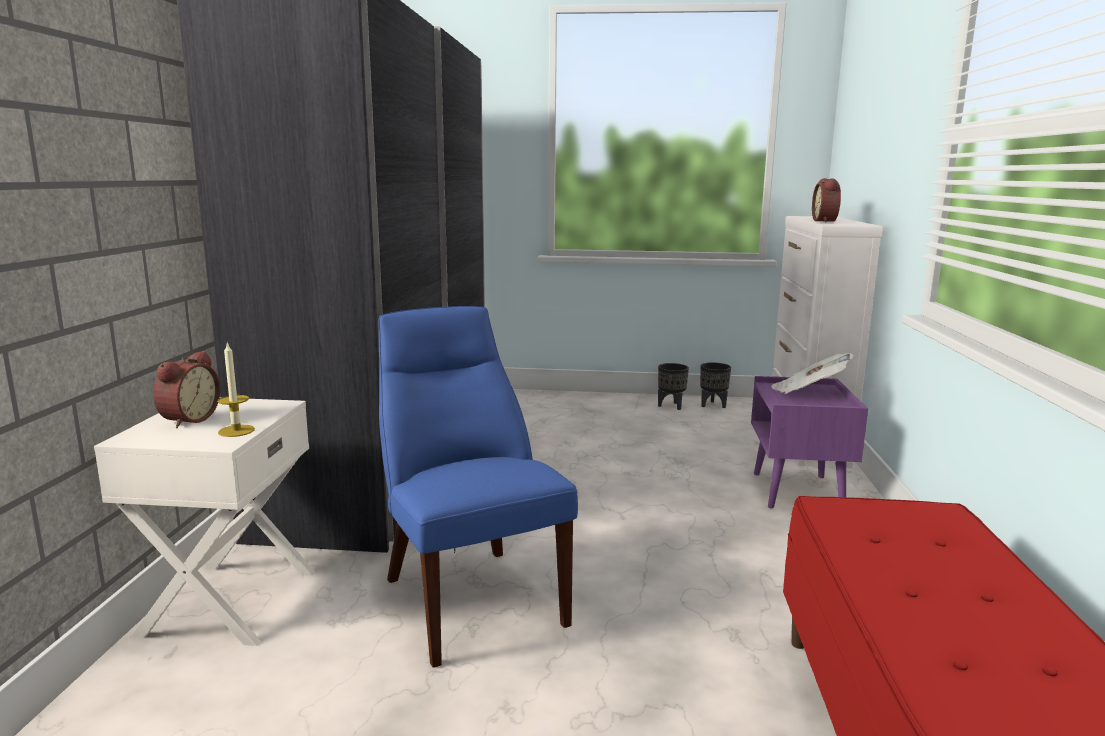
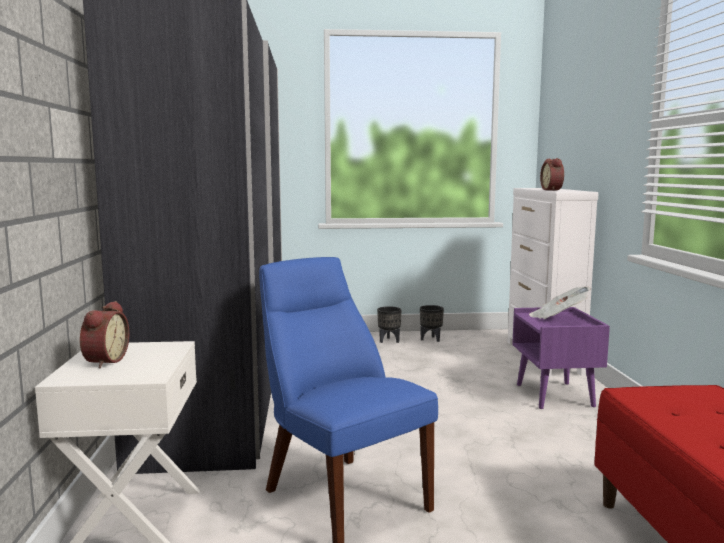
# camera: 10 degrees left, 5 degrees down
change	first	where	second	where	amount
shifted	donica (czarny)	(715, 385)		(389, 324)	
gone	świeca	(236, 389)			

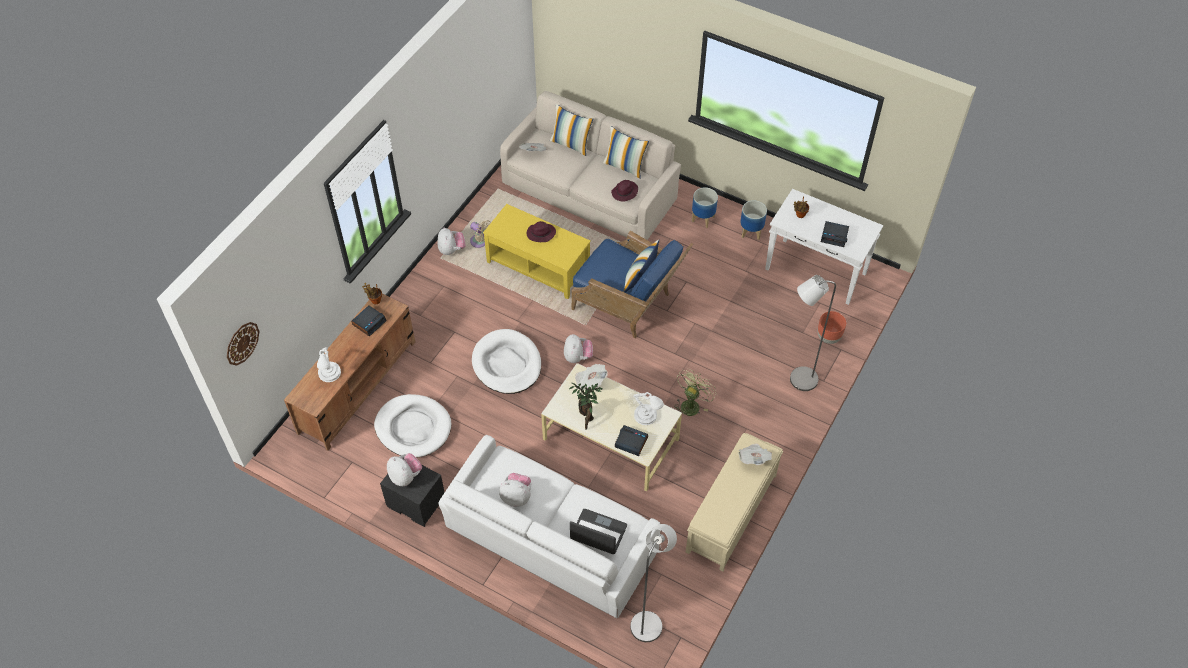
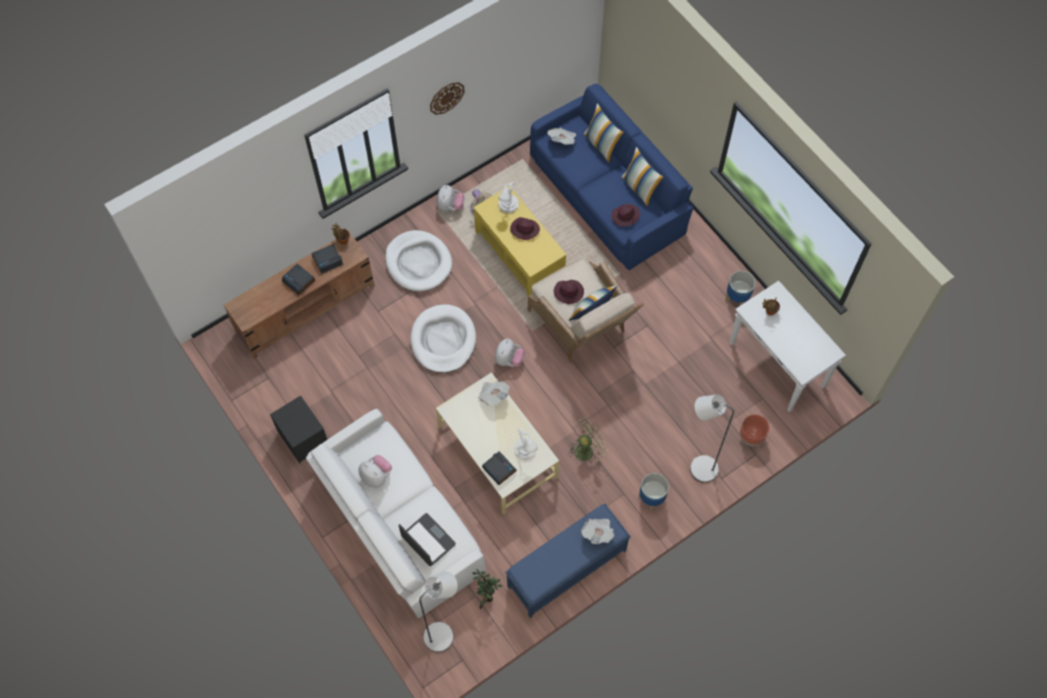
# camera: 25 degrees right, 10 degrees up
change	first	where	second	where	amount
shifted	budzik	(835, 234)		(298, 279)	
shifted	legowisko (biały)	(412, 426)		(418, 261)	
shifted	zegar ścienny	(243, 344)		(447, 98)	
shifted	roślina doniczkowa	(586, 406)		(487, 589)	
shifted	lampa stołowa (biały)	(329, 364)		(508, 197)	
repainted	ławka (beżowy)	(734, 502)	ławka (niebieski)	(568, 561)	
repainted	fotel (niebieski)	(632, 284)	fotel (beżowy)	(586, 310)	
repainted	kanapa (beżowy)	(590, 165)	kanapa (niebieski)	(611, 177)	
new			kapelusz (fioletowy)	(569, 292)	
shifted	donica	(705, 207)		(653, 492)	
gone	pluszak	(404, 469)			

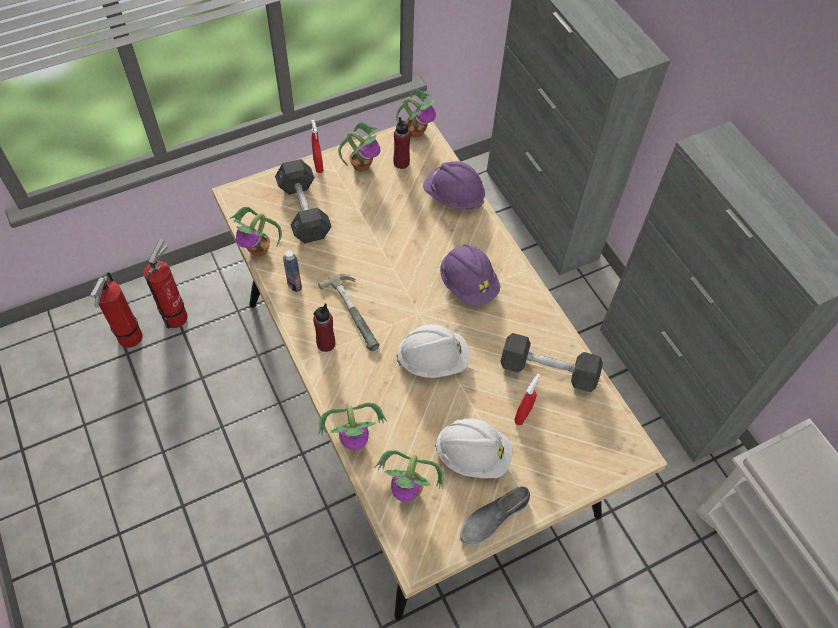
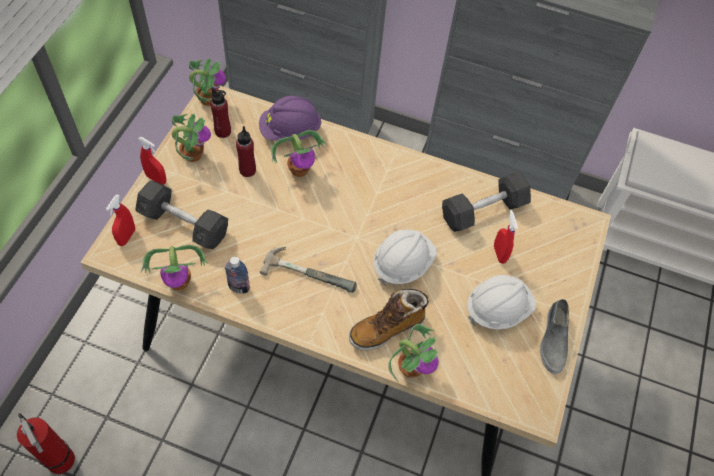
# camera: 45 degrees left, 0 degrees up
change	first	where	second	where	amount
new			spryskiwacz (czerwony)	(120, 220)	
shifted	butelka (czerwony)	(324, 327)		(246, 151)	
shifted	roślina doniczkowa	(409, 476)		(299, 153)	
new			but z cholewką	(389, 319)	
gone	gaśnica	(166, 284)			
gone	kask (fioletowy)	(470, 275)			

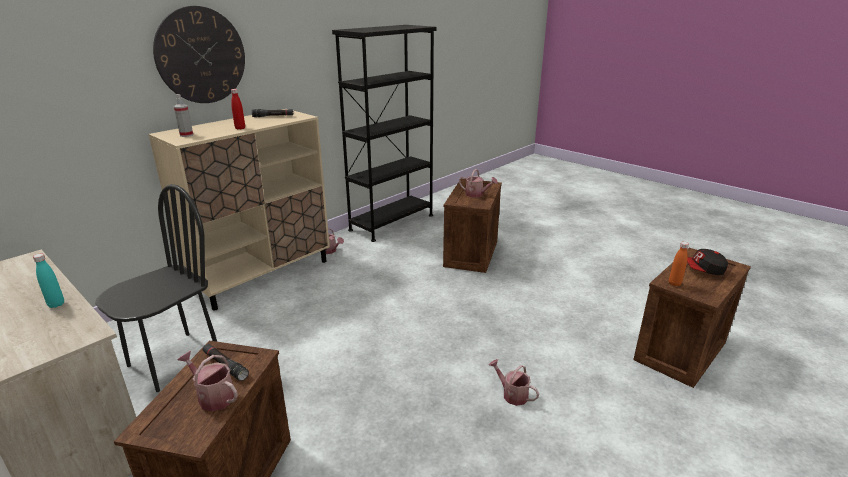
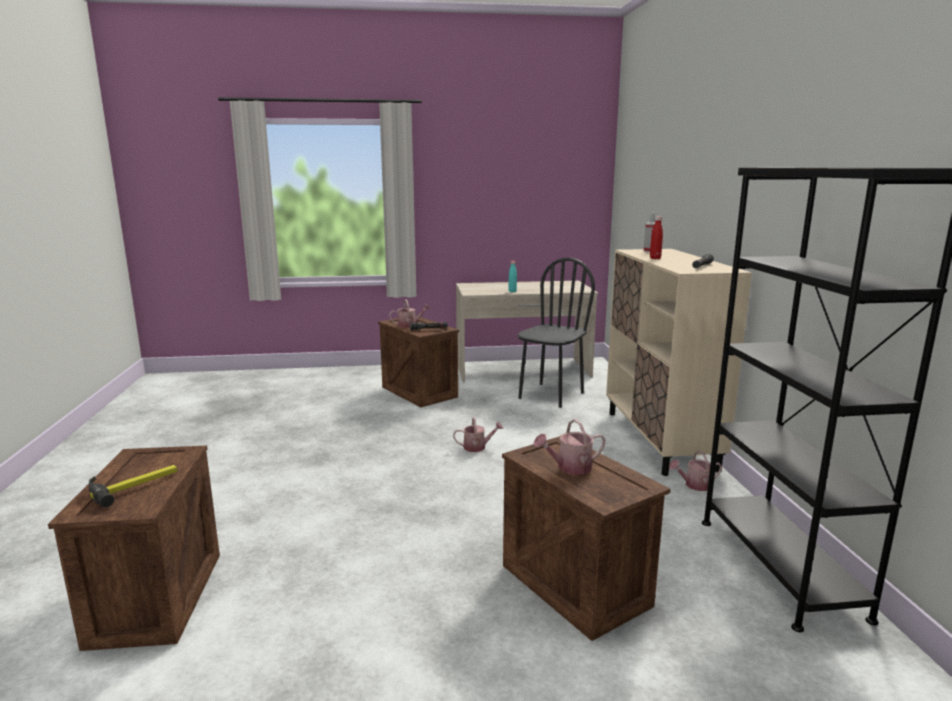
# camera: 130 degrees right, 10 degrees down
change	first	where	second	where	amount
swapped	czapka z daszkiem	(707, 262)	młotek	(133, 486)	
shifted	konewka	(514, 382)		(478, 434)	
rotated	krzesło (czarny)	(156, 288)		(556, 332)	135 degrees counterclockwise
gone	zegar ścienny	(199, 54)			
gone	butelka (pomarańczowy)	(679, 264)			

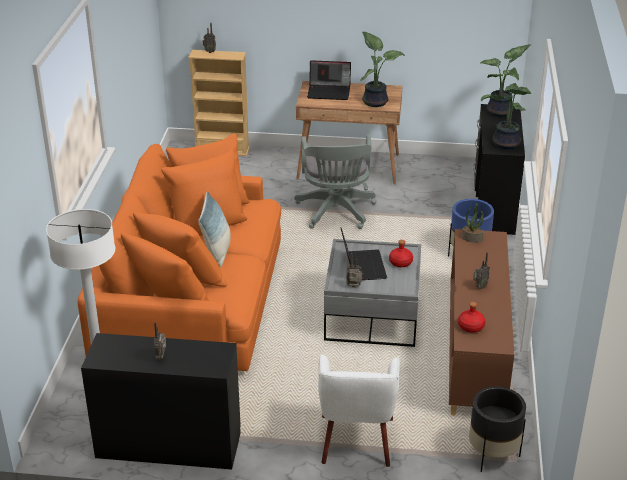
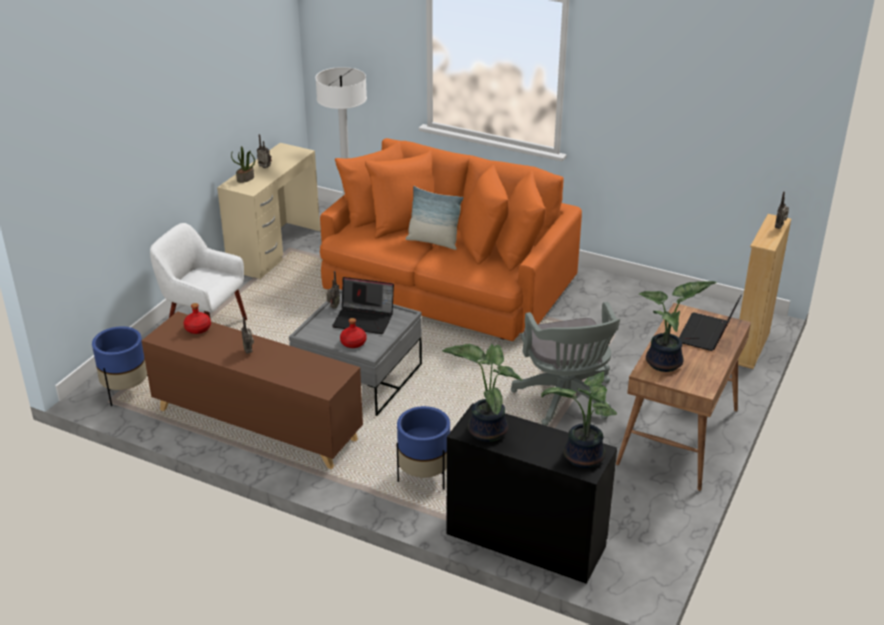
# camera: 110 degrees right, 0 degrees up
change	first	where	second	where	amount
repainted	donica (czarny)	(497, 429)	donica (niebieski)	(120, 366)	
repainted	biurko (czarny)	(161, 401)	biurko (beżowy)	(268, 211)	
shifted	roślina doniczkowa	(473, 223)		(243, 164)	
rotated	krzesło biurowe (szary)	(335, 182)		(565, 364)	120 degrees counterclockwise

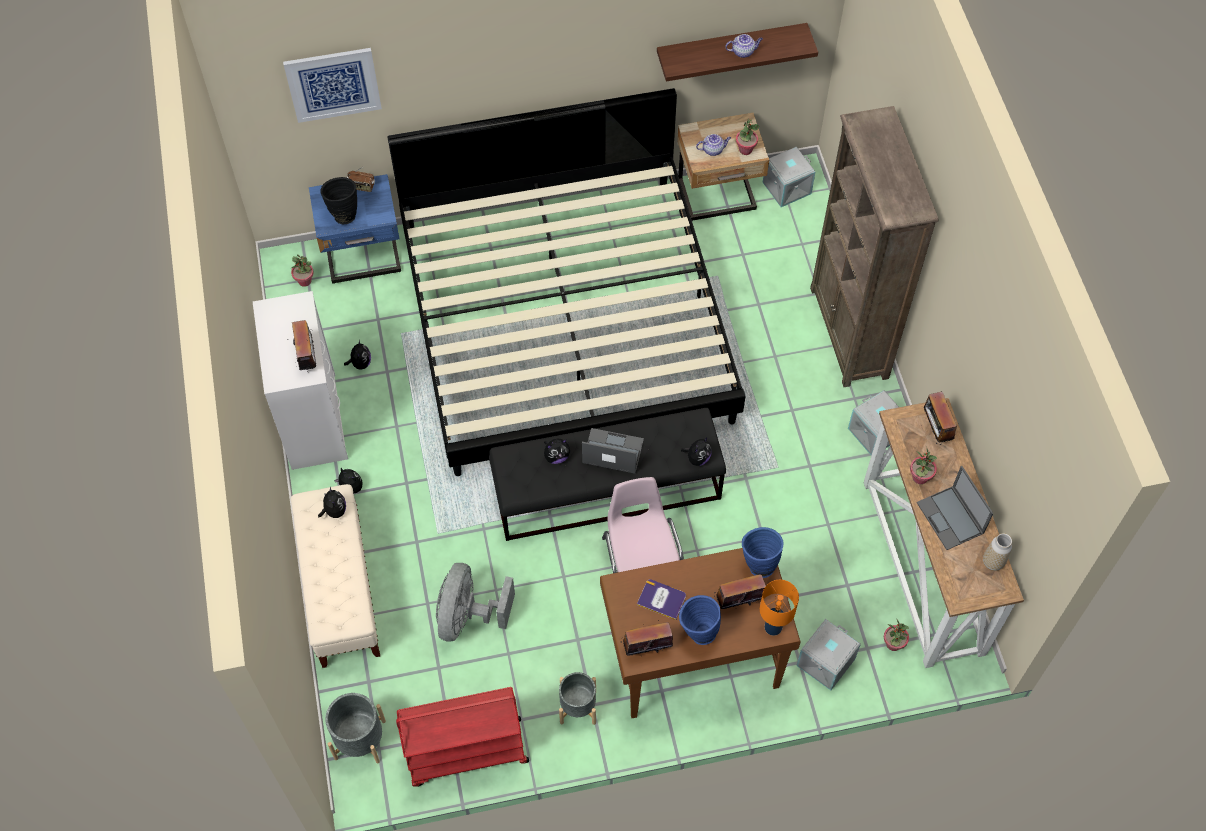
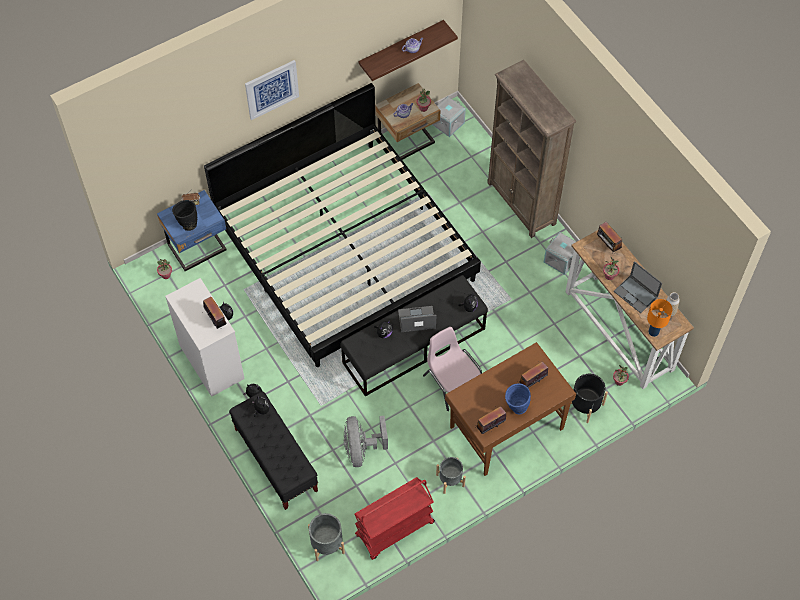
# camera: 20 degrees left, 0 degrees up
change	first	where	second	where	amount
repainted	ławka (beżowy)	(335, 576)	ławka (czarny)	(273, 451)	
shifted	obraz	(332, 85)		(272, 90)	
swapped	pojemnik do przechowywania (szary)	(828, 654)	donica (czarny)	(589, 398)	
shifted	lampa stołowa (pomarańczowy)	(779, 608)		(660, 318)	
gone	książka	(661, 599)			
gone	wazon (niebieski)	(762, 552)			

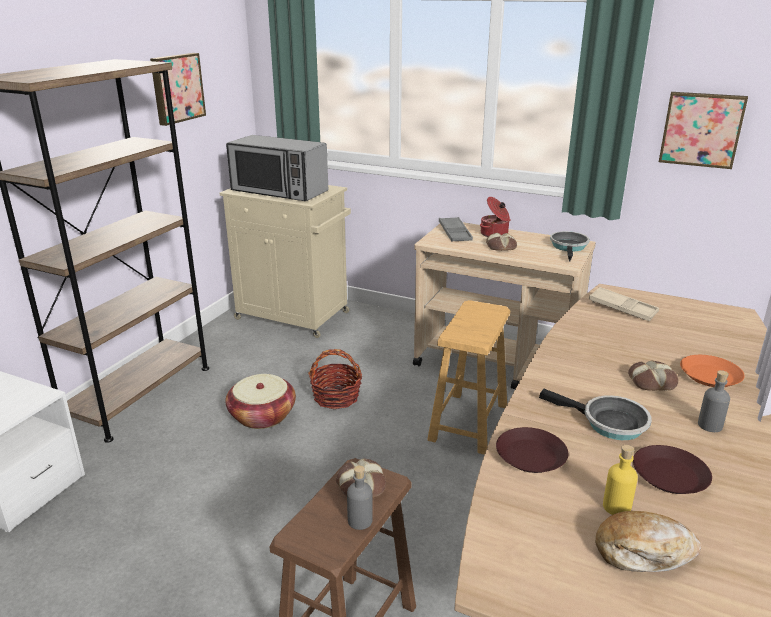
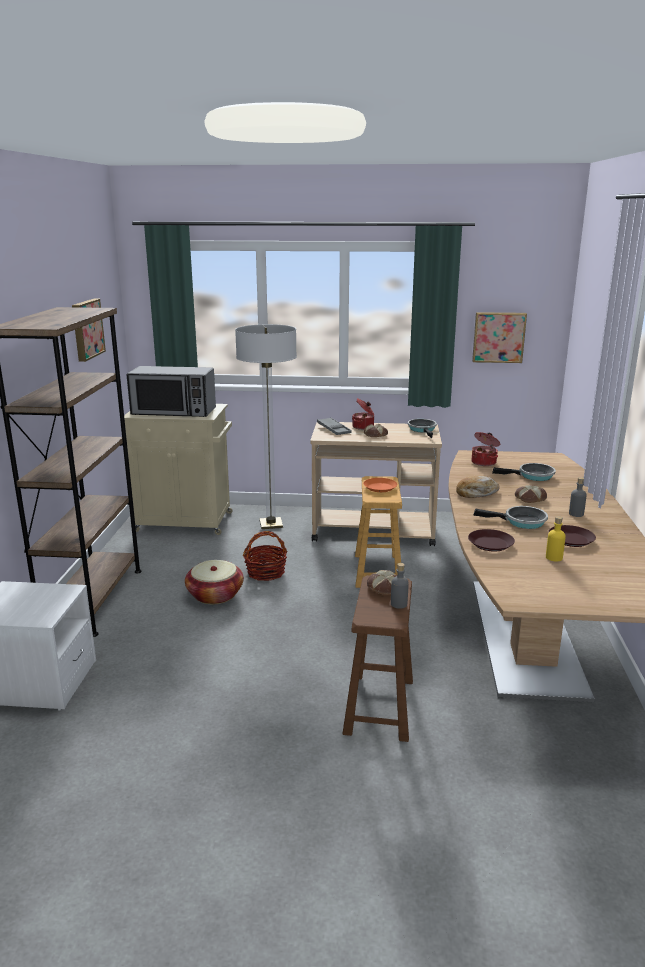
# camera: 20 degrees left, 5 degrees down
change	first	where	second	where	amount
new			lampa stojąca	(266, 426)	
shifted	talerz (pomarańczowy)	(712, 371)		(380, 485)	
shifted	chleb	(648, 541)		(478, 487)	
swapped	taca (beżowy)	(624, 304)	garnek	(485, 449)	
new			patelnia	(524, 472)	

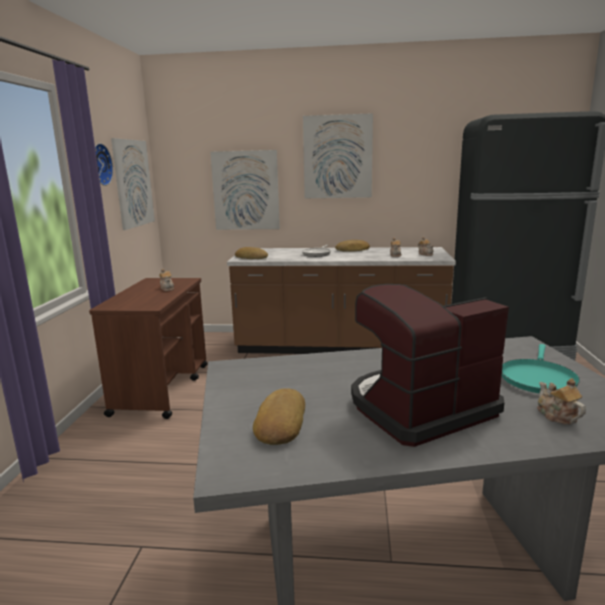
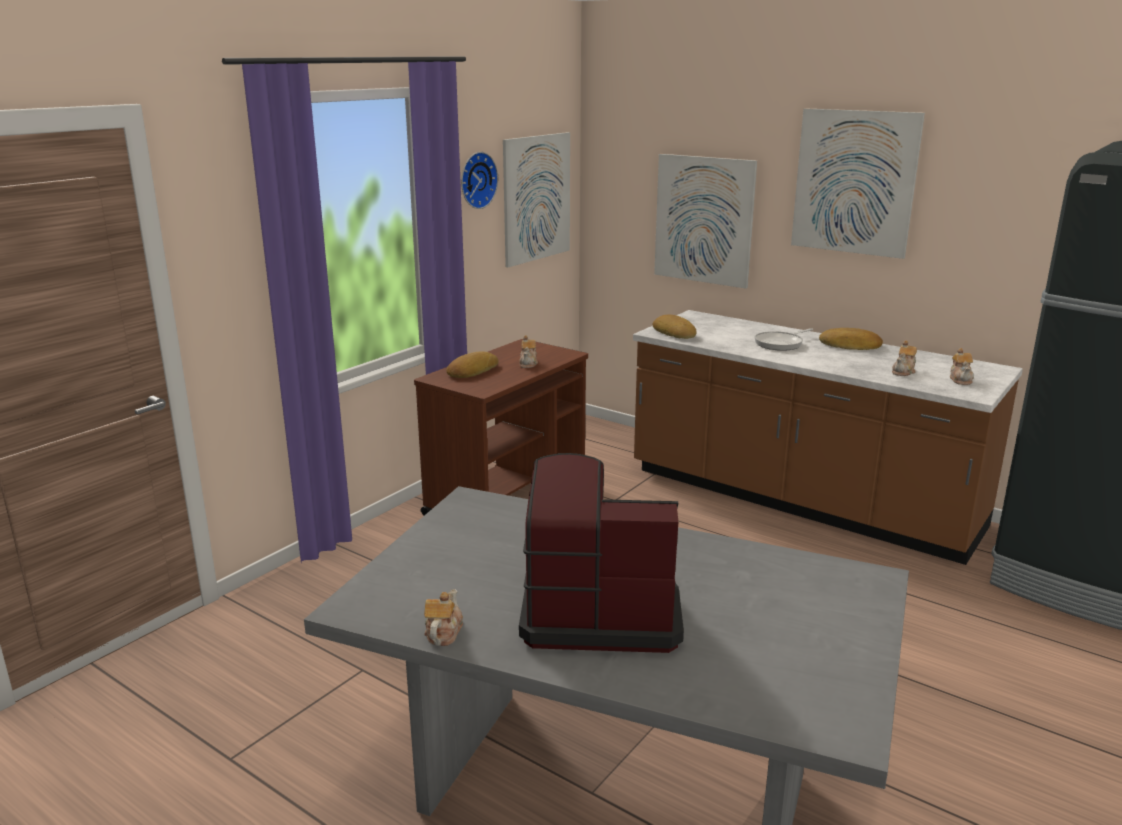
# camera: 30 degrees right, 5 degrees up
change	first	where	second	where	amount
shifted	imbryk	(561, 401)		(443, 617)	
shifted	chleb	(279, 416)		(472, 365)	
gone	patelnia (turkusowy)	(541, 368)			

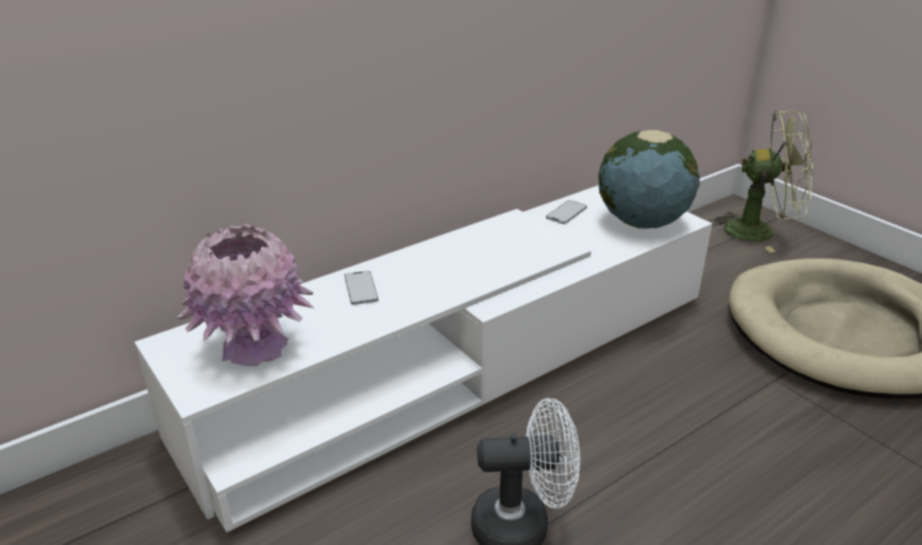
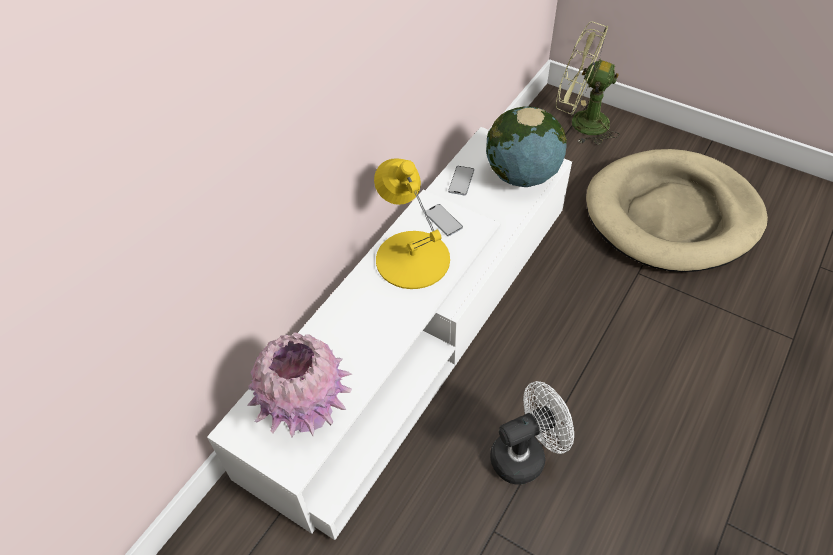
# camera: 20 degrees left, 20 degrees up
change	first	where	second	where	amount
new			lampa stołowa (żółty)	(412, 223)	
shifted	telefon	(361, 288)		(444, 220)	
rotated	wentylator (zielony)	(761, 180)		(588, 83)	150 degrees counterclockwise

